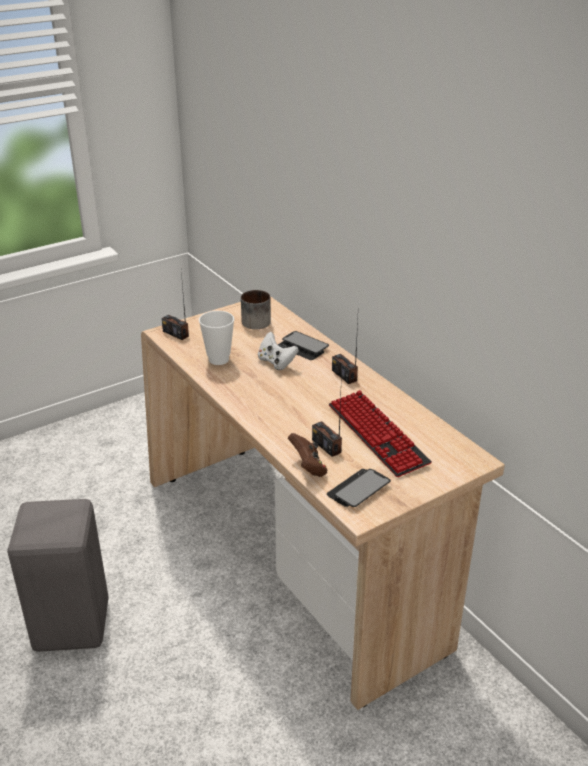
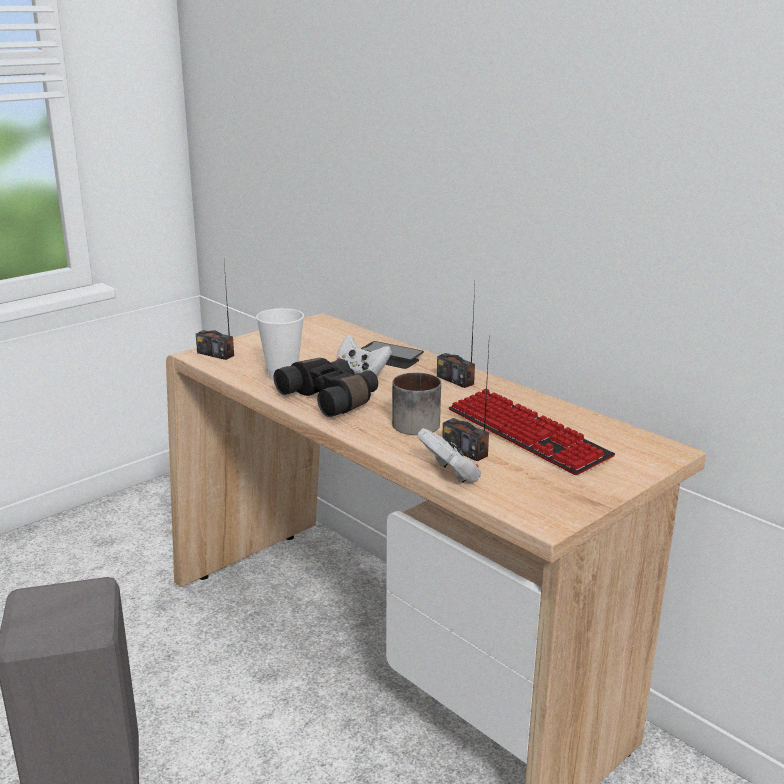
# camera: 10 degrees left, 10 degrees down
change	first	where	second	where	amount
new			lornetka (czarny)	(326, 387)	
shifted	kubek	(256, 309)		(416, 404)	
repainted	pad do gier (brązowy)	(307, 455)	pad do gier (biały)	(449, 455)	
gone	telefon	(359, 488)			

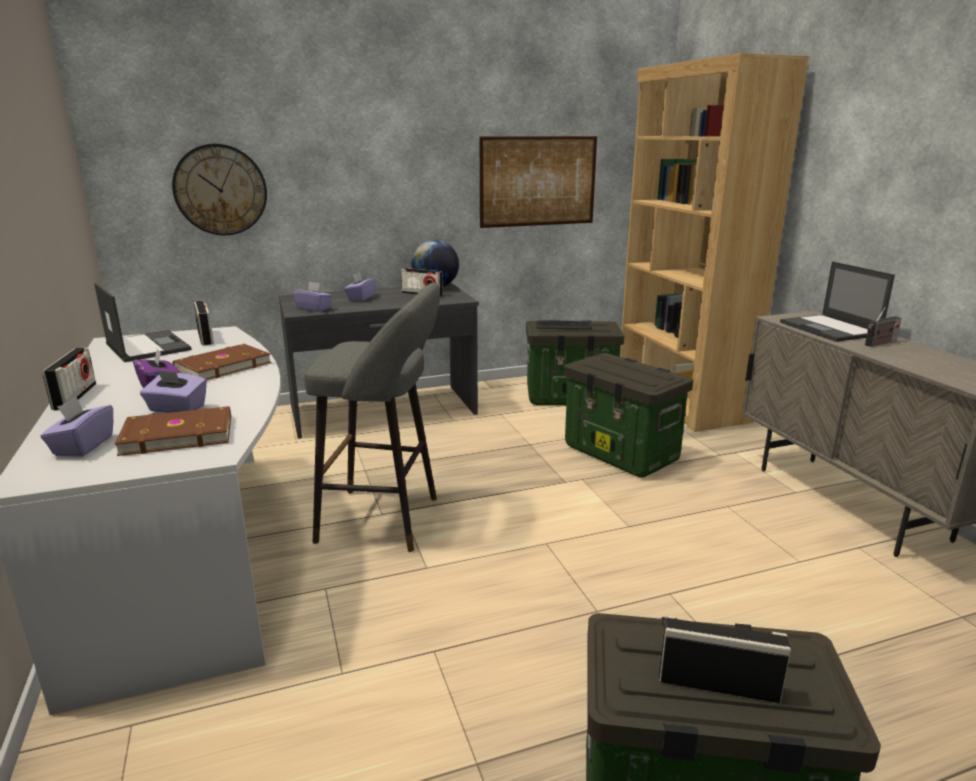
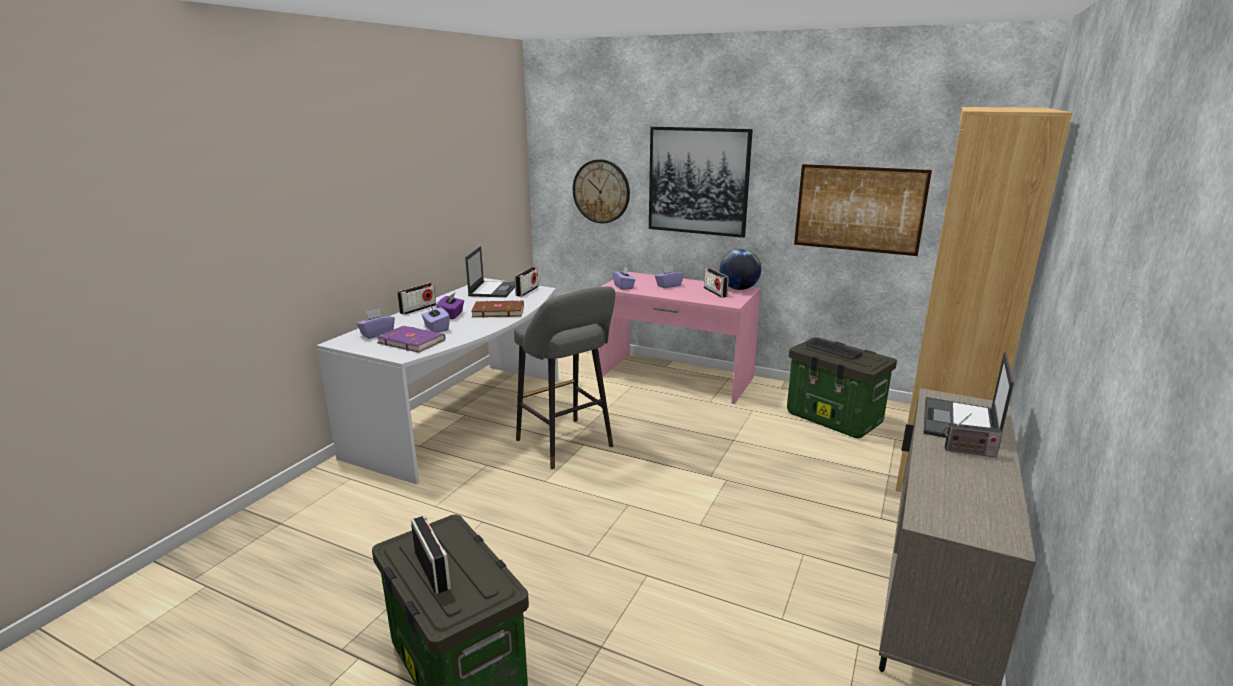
# camera: 45 degrees right, 0 degrees up
change	first	where	second	where	amount
repainted	książka (brązowy)	(173, 431)	książka (fioletowy)	(410, 339)	
repainted	biurko (szary)	(379, 361)	biurko (różowy)	(680, 338)	
new			obraz	(701, 182)	
gone	pojemnik do przechowywania	(628, 415)			

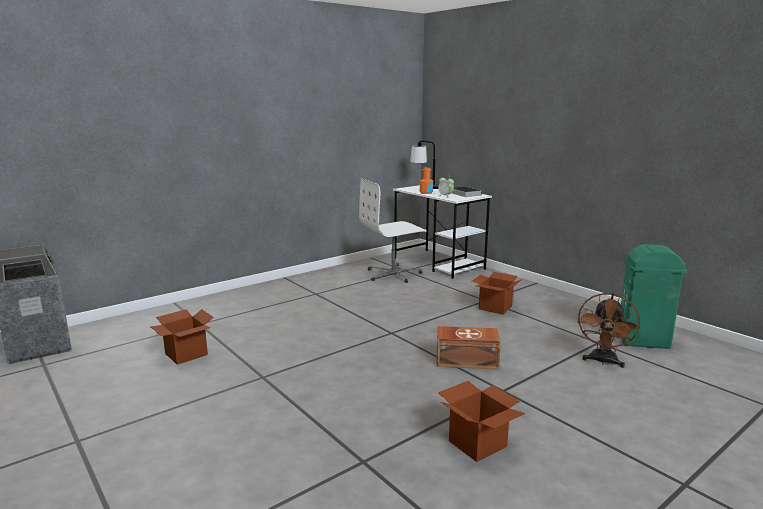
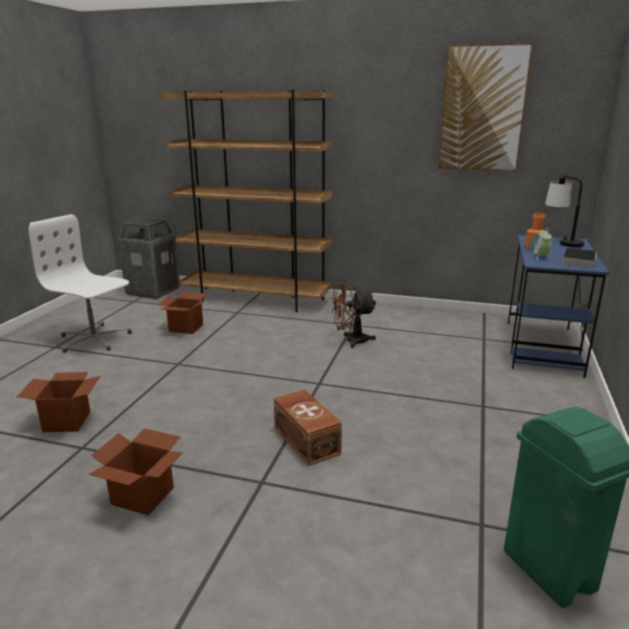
# camera: 55 degrees right, 5 degrees up
change	first	where	second	where	amount
shifted	karton	(496, 293)		(58, 402)	
shifted	krzesło biurowe (biały)	(393, 230)		(80, 283)	
new			regał (brązowy)	(247, 201)	
shifted	wentylator (brązowy)	(608, 330)		(353, 314)	
new			obraz	(485, 107)	
repainted	biurko (biały)	(442, 232)	biurko (niebieski)	(558, 306)	

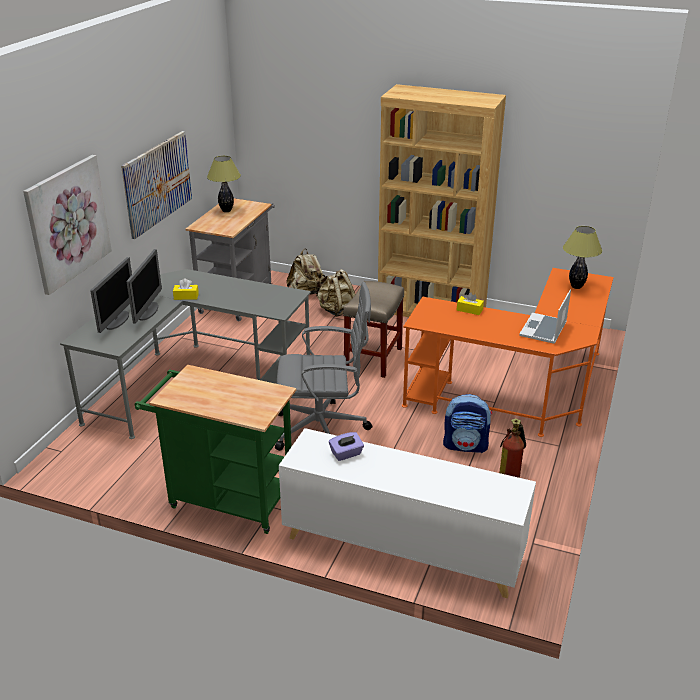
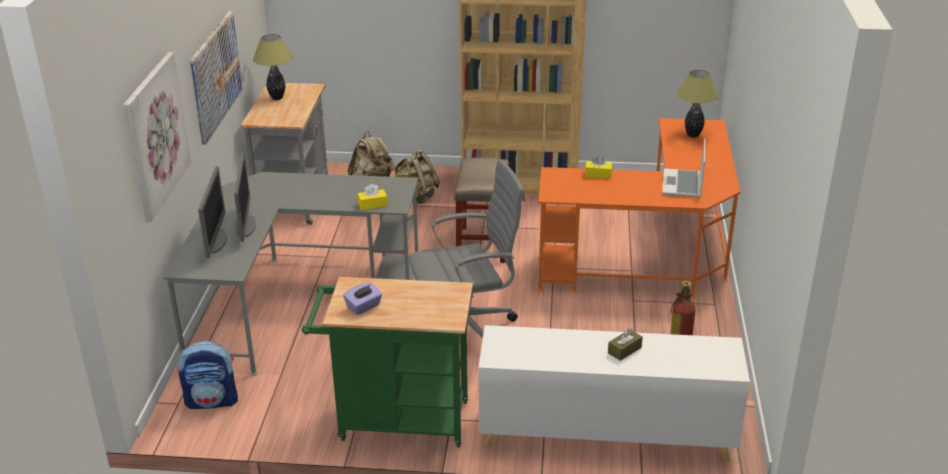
# camera: 15 degrees left, 0 degrees up
change	first	where	second	where	amount
shifted	plecak	(467, 423)		(208, 375)	
shifted	pudełko chusteczek (fioletowy)	(346, 446)		(362, 298)	
shifted	pudełko chusteczek (żółty)	(186, 289)		(373, 197)	
new			pudełko chusteczek (brązowy)	(625, 344)	

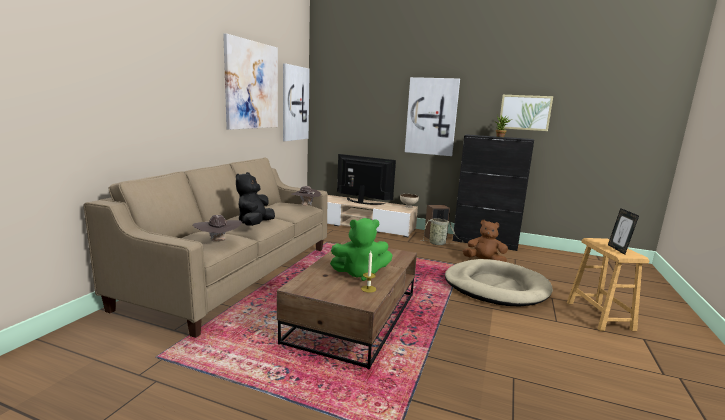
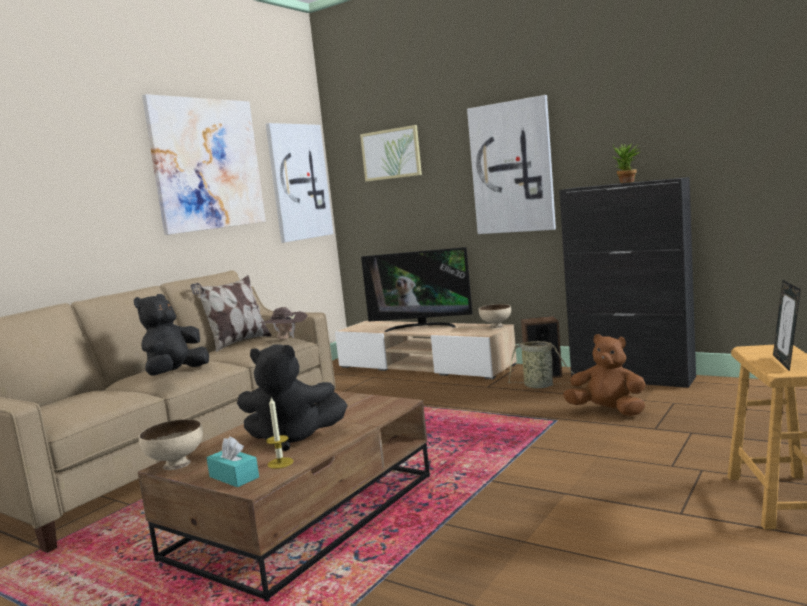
# camera: 15 degrees right, 5 degrees down
change	first	where	second	where	amount
new			miska (beżowy)	(171, 444)	
new			poduszka	(231, 313)	
new			pudełko chusteczek (turkusowy)	(233, 462)	
repainted	pluszak (zielony)	(361, 249)	pluszak (czarny)	(292, 398)	
shifted	obraz	(526, 113)		(391, 153)	
rotated	telewizor	(366, 179)		(417, 289)	150 degrees clockwise
gone	kapelusz (brązowy)	(217, 228)			
gone	legowisko (beżowy)	(499, 282)			

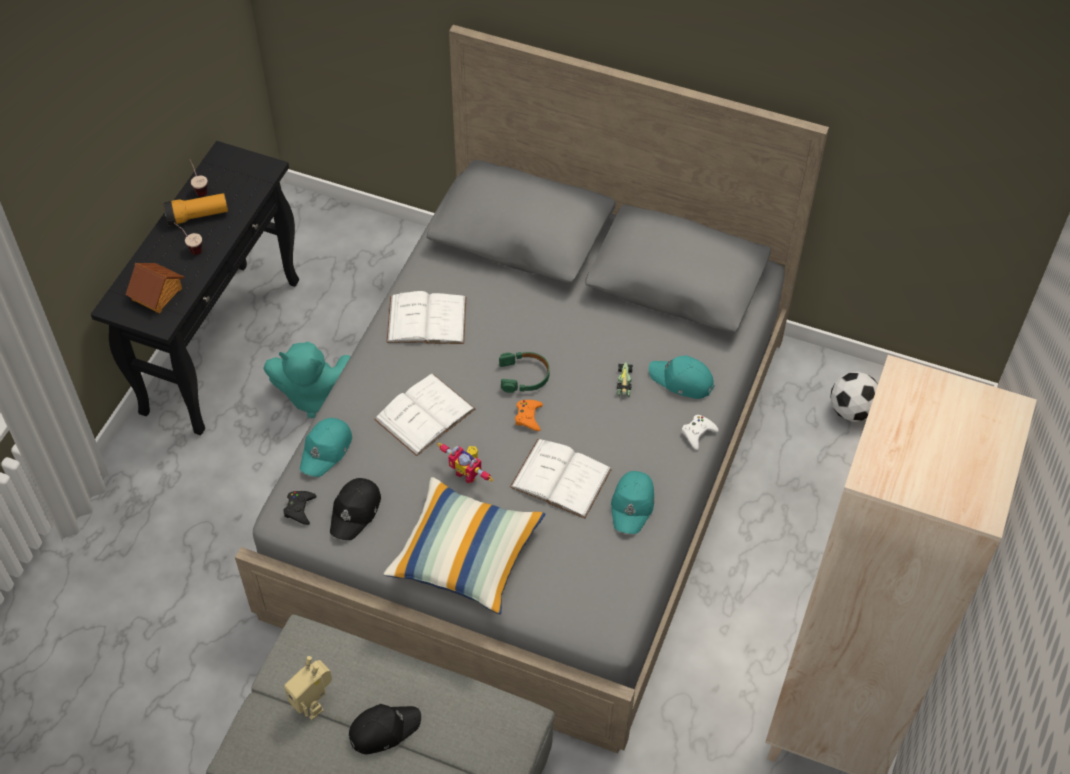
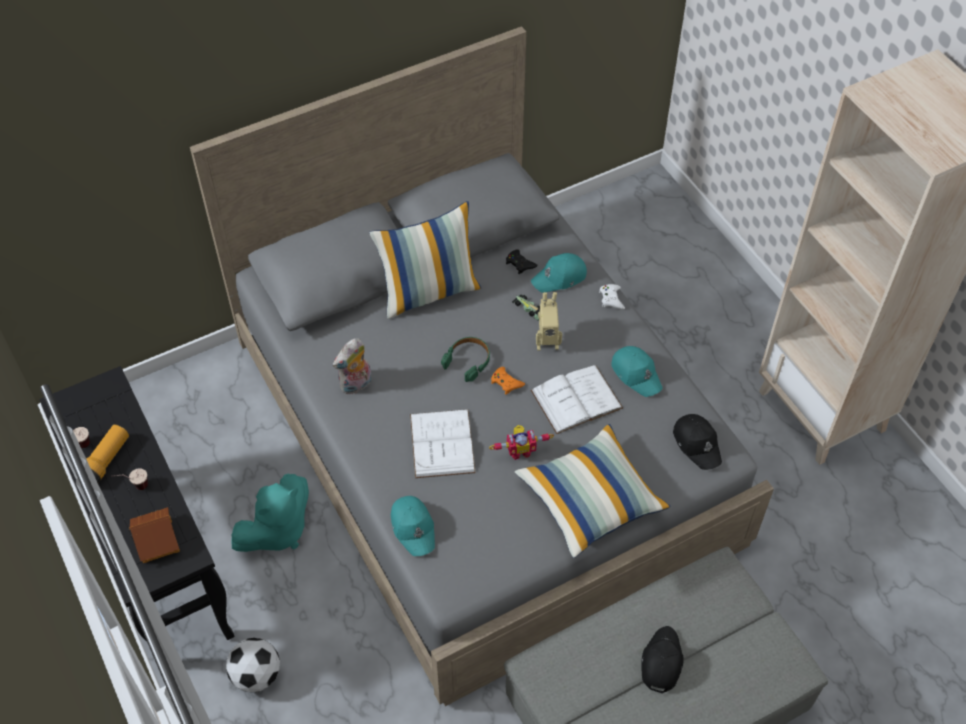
# camera: 50 degrees left, 0 degrees up
change	first	where	second	where	amount
shifted	piłka futbolowa	(854, 397)		(253, 665)	
swapped	książka (biały)	(426, 317)	pluszak	(352, 366)	
new			poduszka	(425, 260)	
shifted	pad do gier (czarny)	(300, 508)		(522, 262)	
shifted	robot zabawkowy	(308, 688)		(549, 321)	
shifted	czapka z daszkiem (czarny)	(355, 509)		(697, 442)	

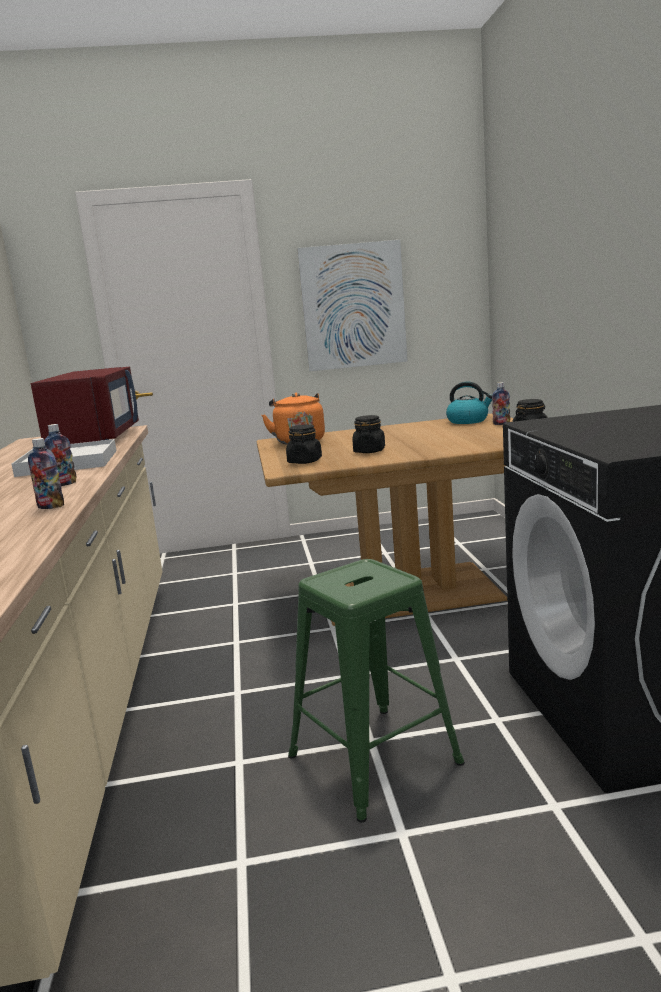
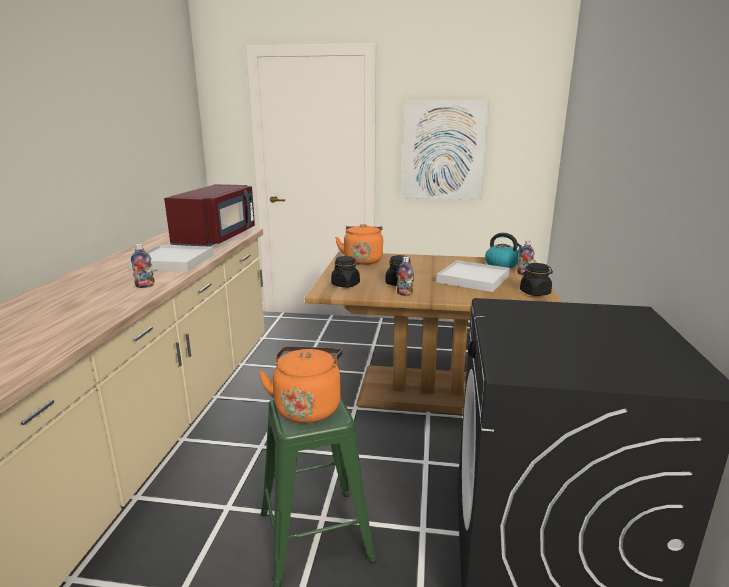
# camera: 15 degrees right, 5 degrees up
change	first	where	second	where	amount
new			czajnik (pomarańczowy)	(301, 384)	
shifted	butelka	(46, 473)		(405, 276)	
new			taca (biały)	(473, 276)	

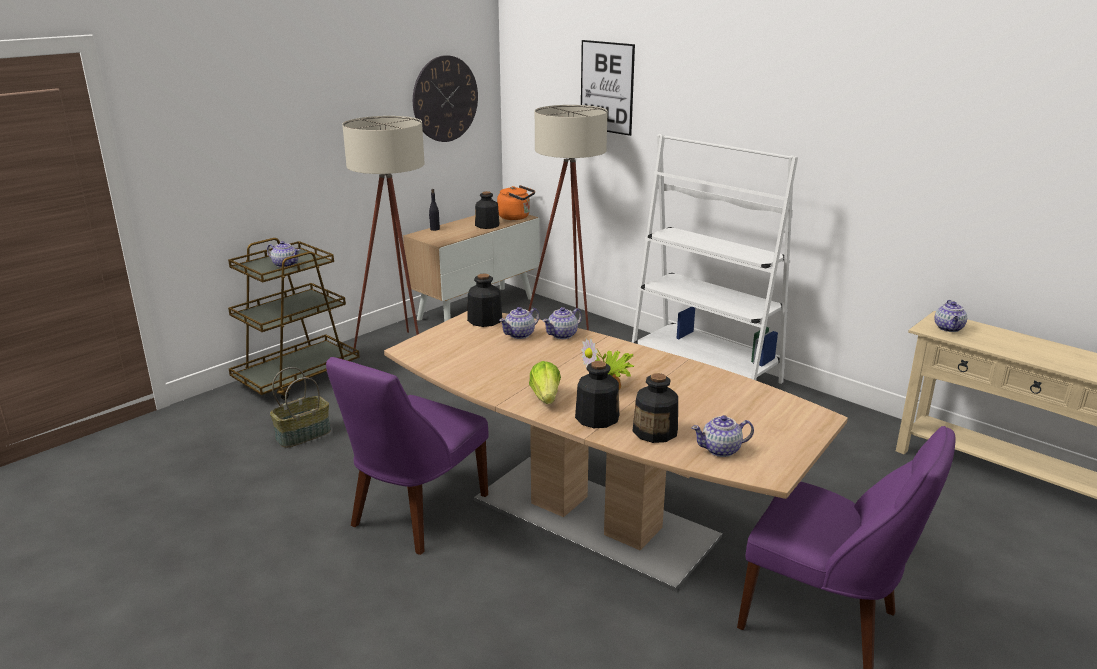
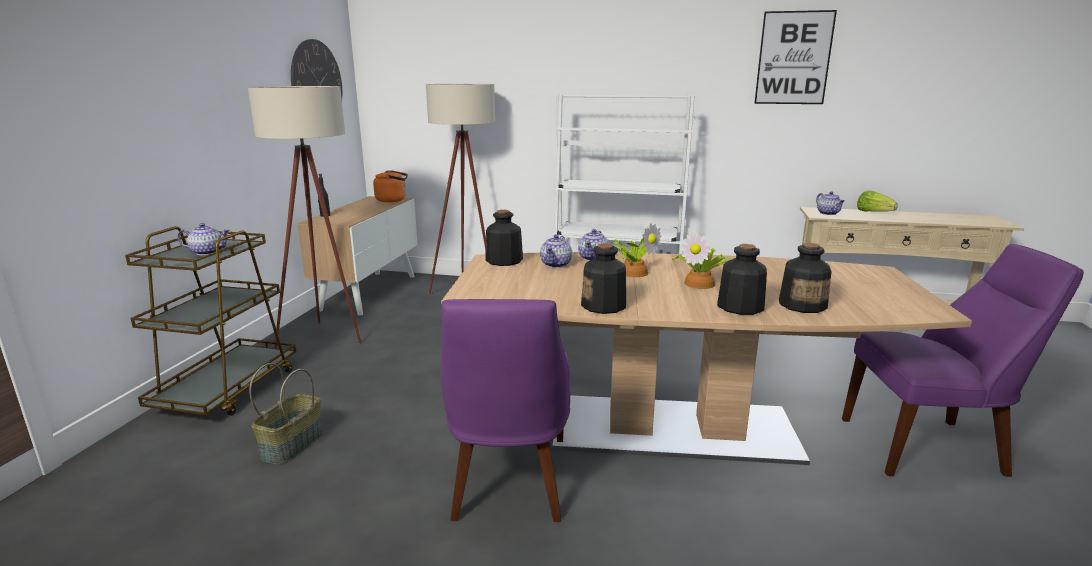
# camera: 30 degrees left, 5 degrees down
change	first	where	second	where	amount
shifted	butelka	(487, 210)		(603, 278)	
new			roślina doniczkowa	(637, 250)	
shifted	obraz	(608, 88)		(795, 57)	
shifted	sałata	(545, 382)		(877, 201)	
gone	imbryk	(723, 436)			

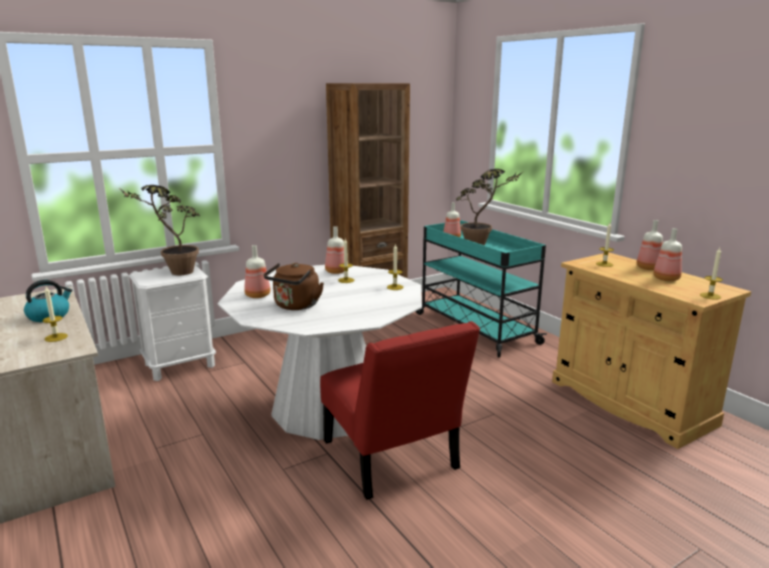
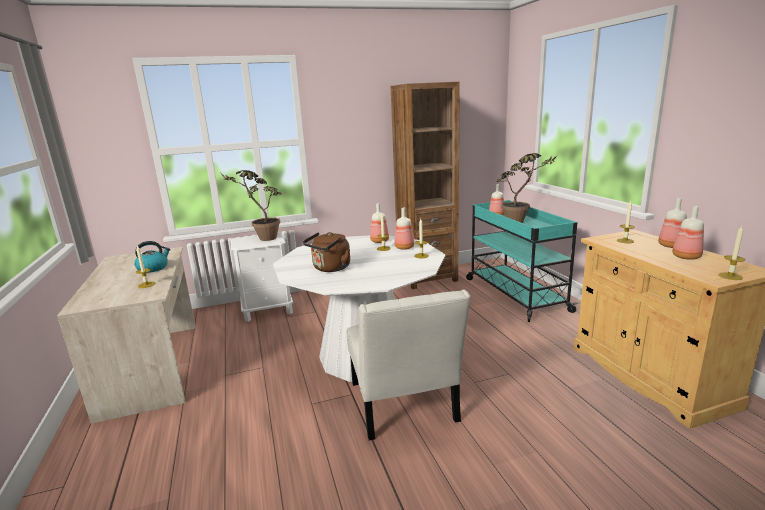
# camera: 15 degrees right, 0 degrees up
change	first	where	second	where	amount
repainted	krzesło (czerwony)	(400, 410)	krzesło (biały)	(408, 365)	
shifted	butelka	(257, 271)		(404, 229)	

